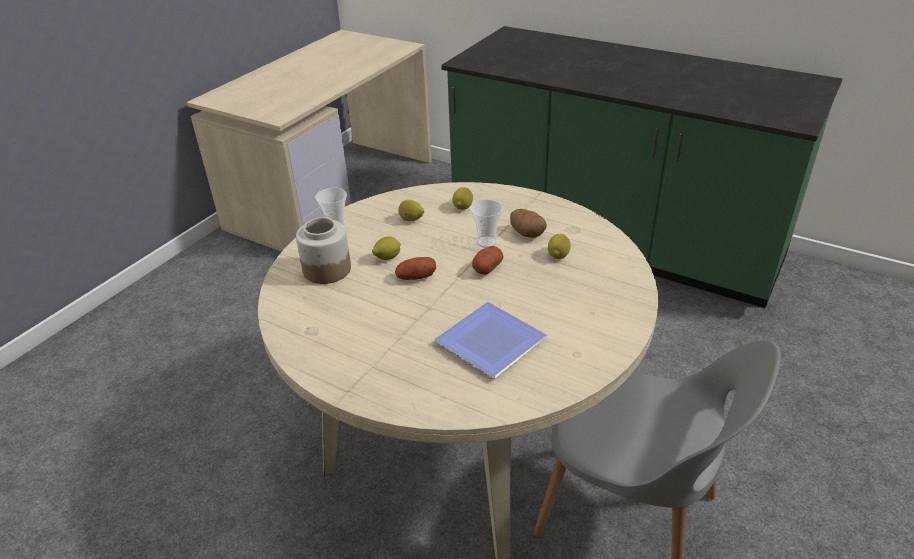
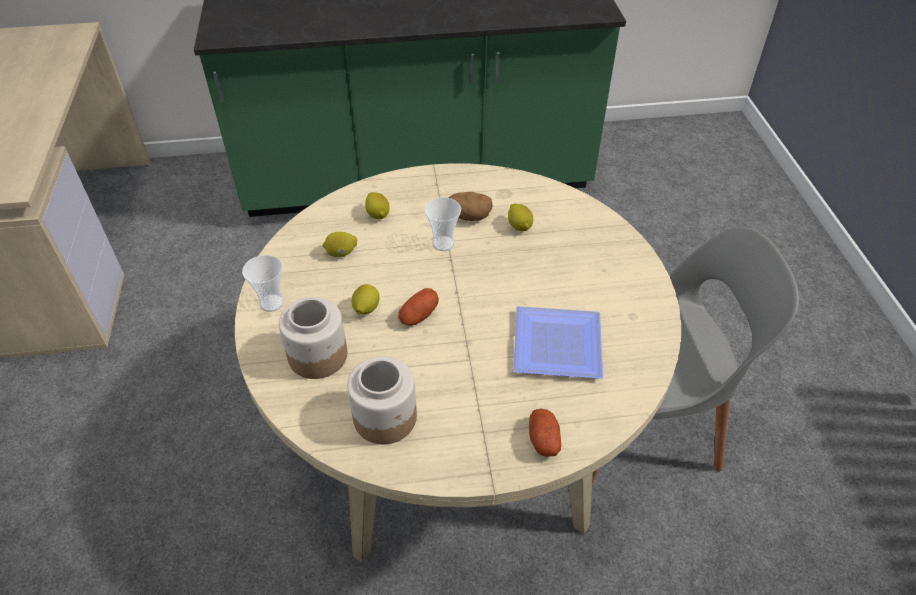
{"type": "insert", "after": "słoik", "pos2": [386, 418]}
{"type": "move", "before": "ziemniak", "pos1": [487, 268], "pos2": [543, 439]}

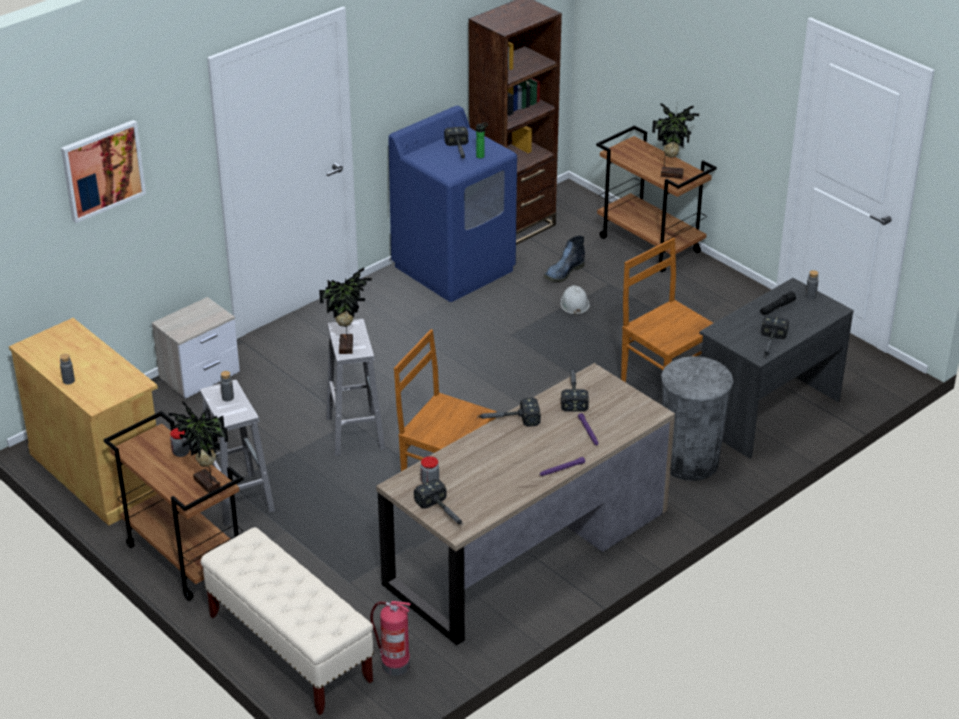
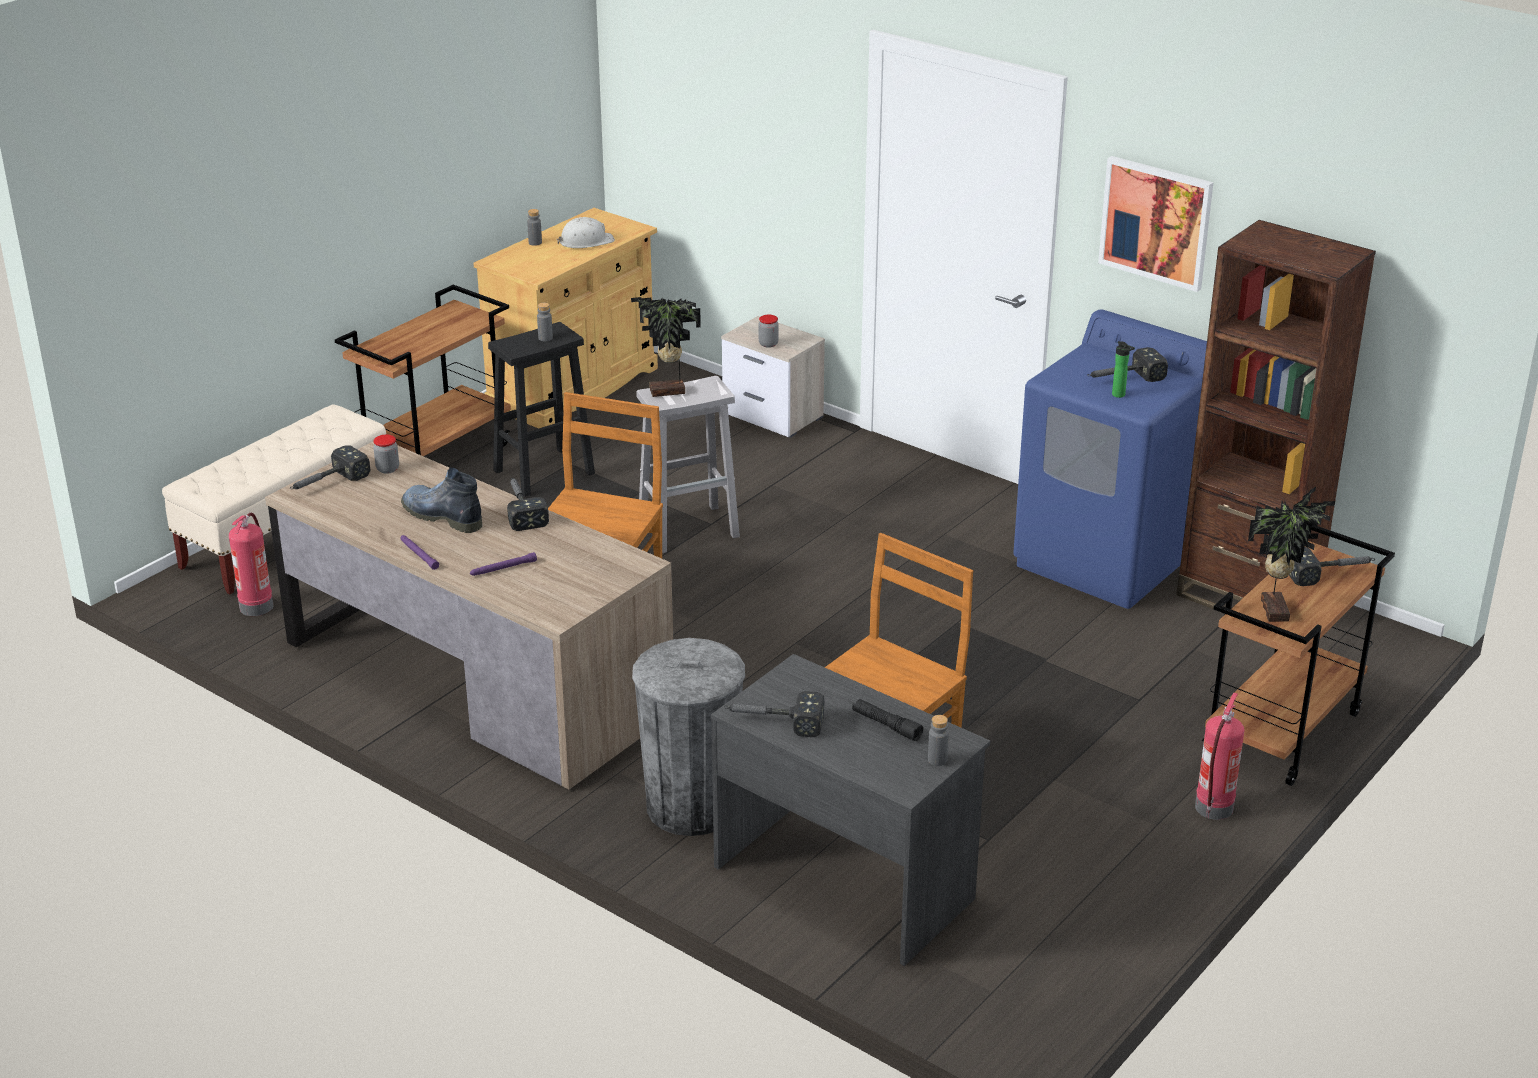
{"type": "delete", "before": "roślina doniczkowa", "pos1": [205, 484]}
{"type": "insert", "after": "gaśnica", "pos2": [1214, 809]}
{"type": "move", "before": "obraz", "pos1": [102, 170], "pos2": [1156, 222]}
{"type": "move", "before": "słoik", "pos1": [181, 452], "pos2": [768, 344]}
{"type": "move", "before": "but z cholewką", "pos1": [563, 273], "pos2": [441, 516]}
{"type": "move", "before": "kask (biały)", "pos1": [574, 303], "pos2": [586, 241]}
{"type": "move", "before": "młotek", "pos1": [573, 393], "pos2": [1331, 573]}
{"type": "recolor", "before": "stołek (biały)", "after": "stołek (czarny)", "pos1": [238, 498], "pos2": [545, 471]}

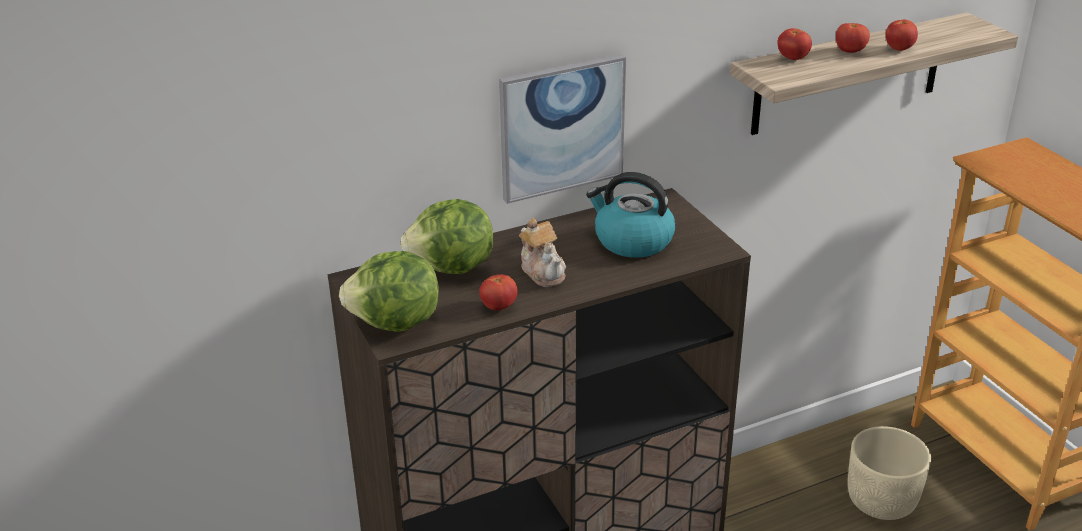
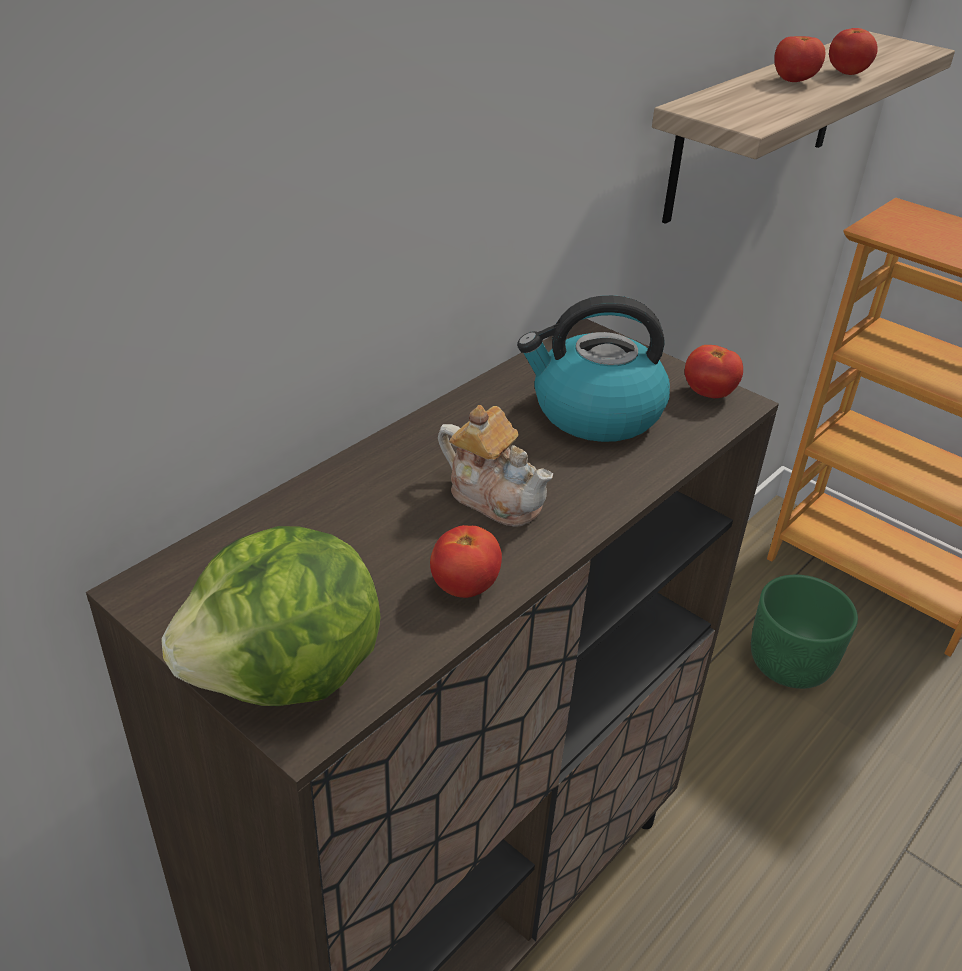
{"type": "delete", "before": "sałata", "pos1": [452, 268]}
{"type": "delete", "before": "obraz", "pos1": [561, 127]}
{"type": "move", "before": "pomidor", "pos1": [793, 58], "pos2": [709, 393]}
{"type": "recolor", "before": "donica (beżowy)", "after": "donica (zielony)", "pos1": [881, 501], "pos2": [790, 664]}

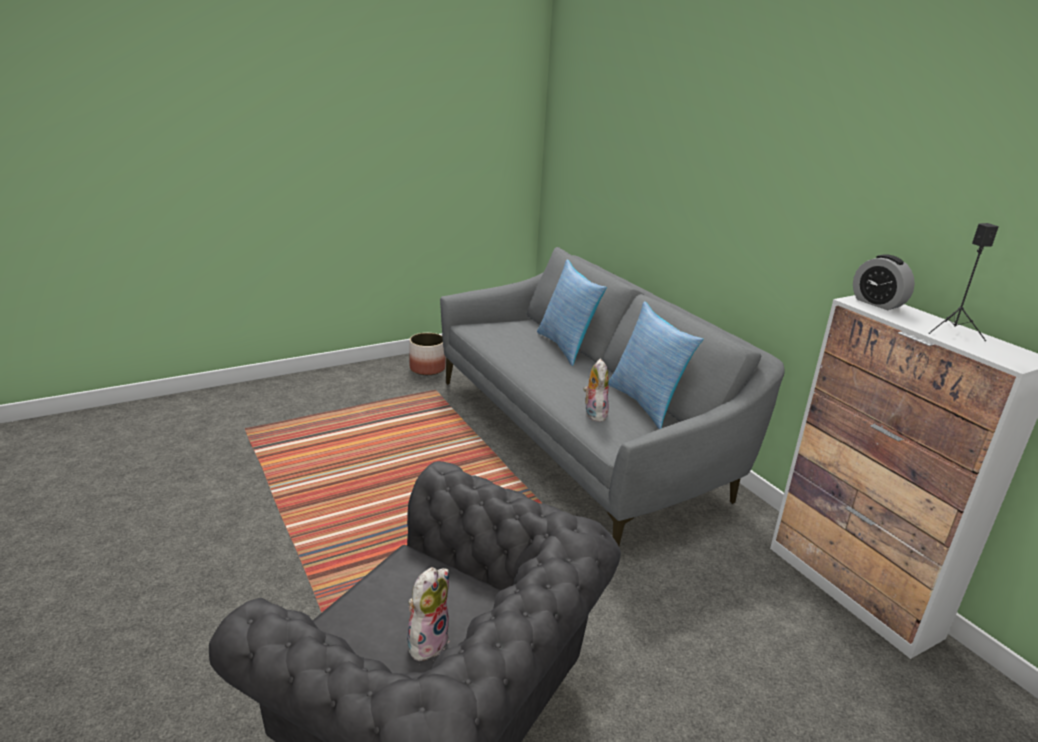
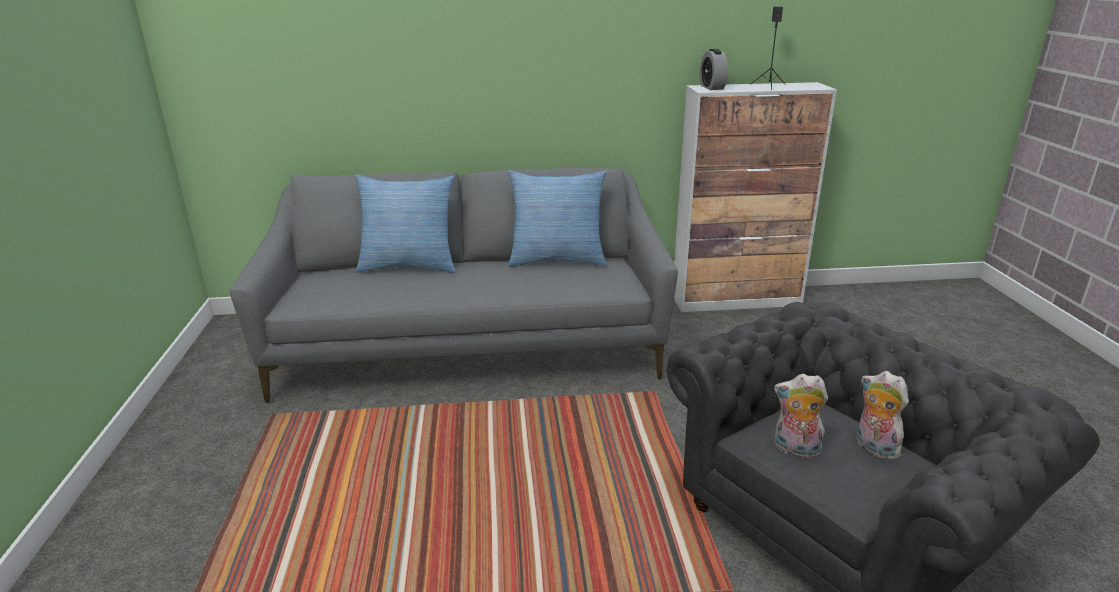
{"type": "delete", "before": "donica", "pos1": [428, 368]}
{"type": "move", "before": "pluszak", "pos1": [593, 413], "pos2": [795, 450]}
{"type": "rotate", "before": "budzik", "pos1": [877, 303], "pos2": [712, 87], "turn": 90}

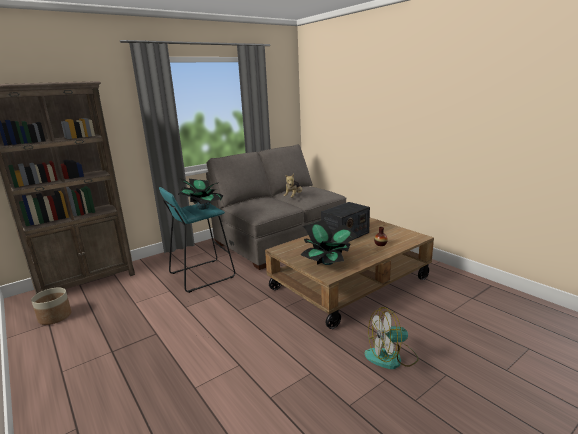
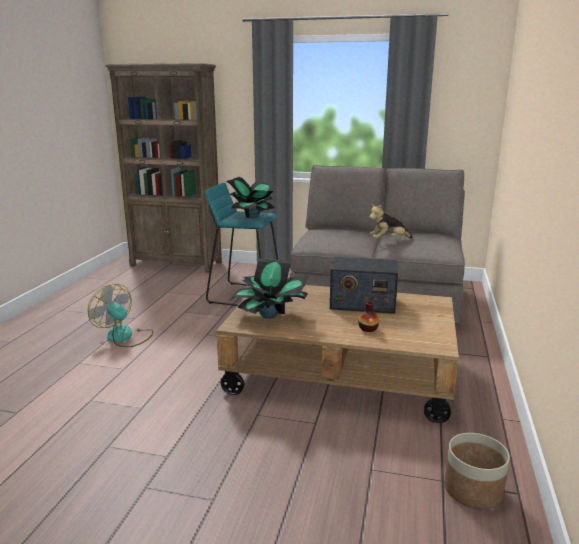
{"type": "move", "before": "donica", "pos1": [55, 317], "pos2": [472, 490]}
{"type": "move", "before": "wentylator", "pos1": [391, 357], "pos2": [124, 337]}

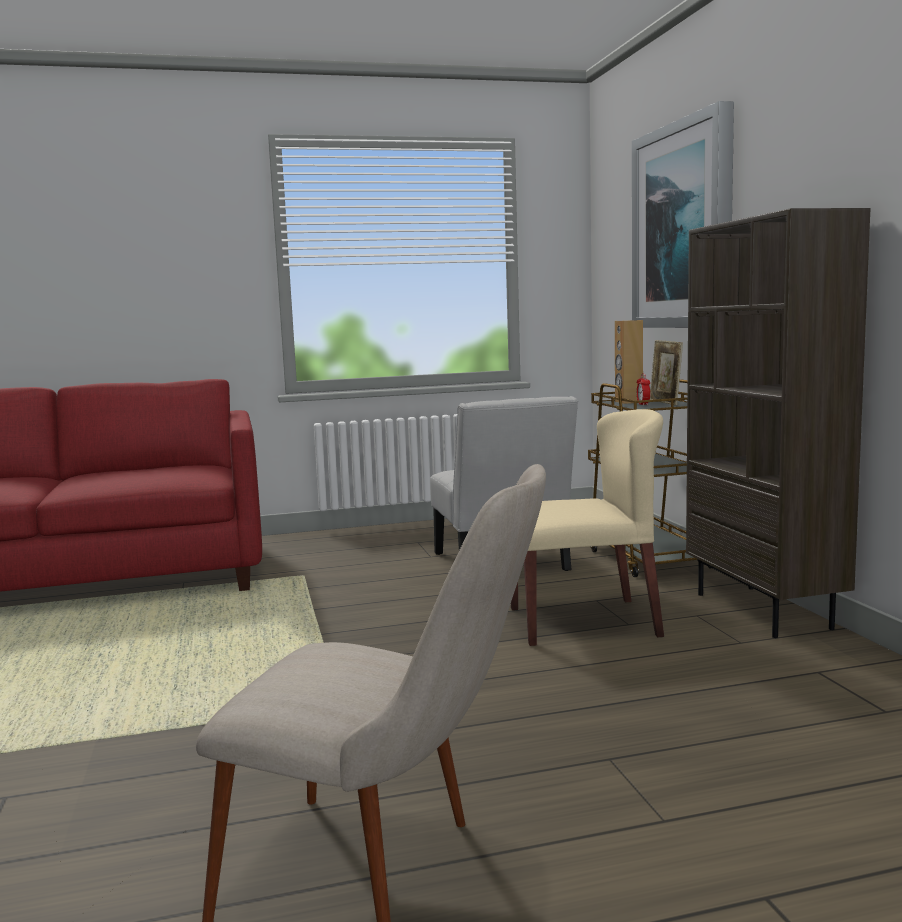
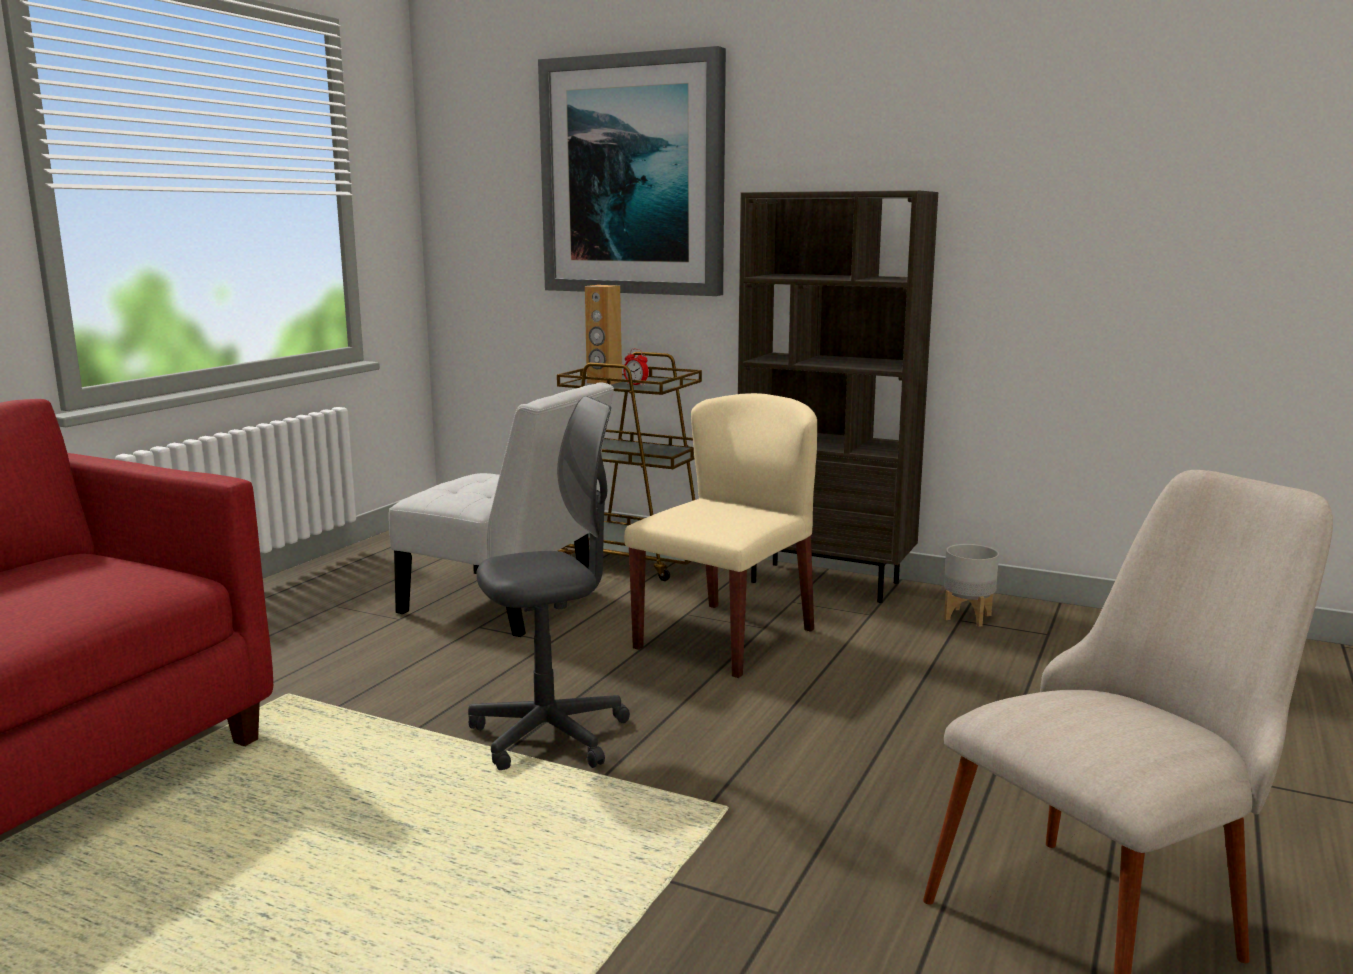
{"type": "delete", "before": "ramka na zdjęcie", "pos1": [665, 403]}
{"type": "insert", "after": "krzesło biurowe (szary)", "pos2": [549, 736]}
{"type": "insert", "after": "donica (szary)", "pos2": [967, 617]}

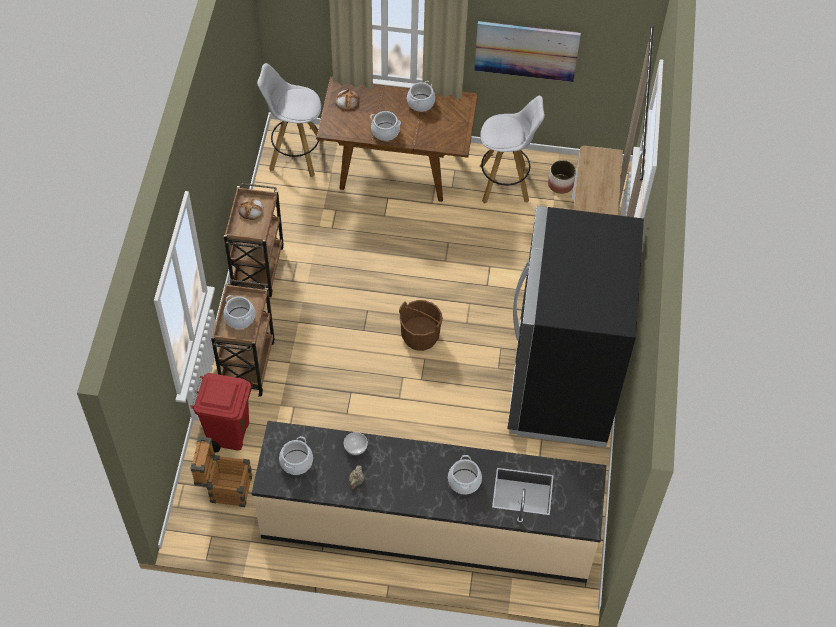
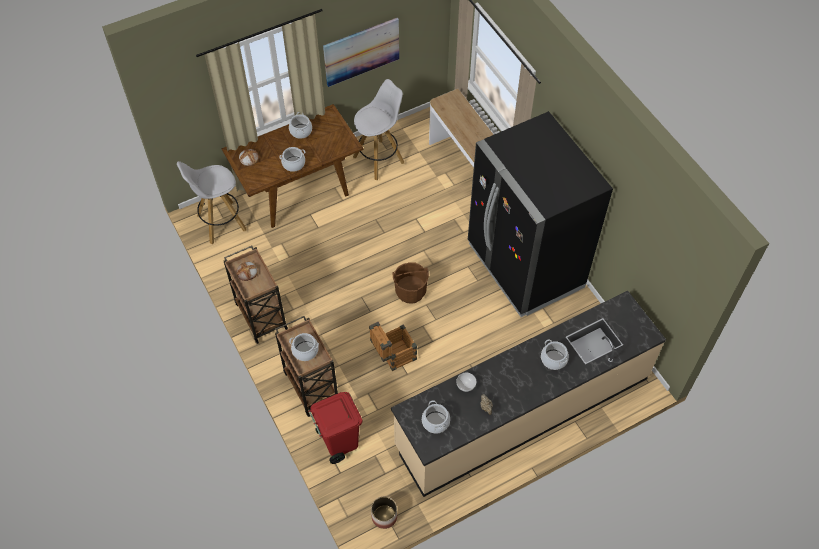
{"type": "move", "before": "skrzynka", "pos1": [225, 487], "pos2": [393, 356]}
{"type": "move", "before": "donica", "pos1": [560, 184], "pos2": [384, 516]}

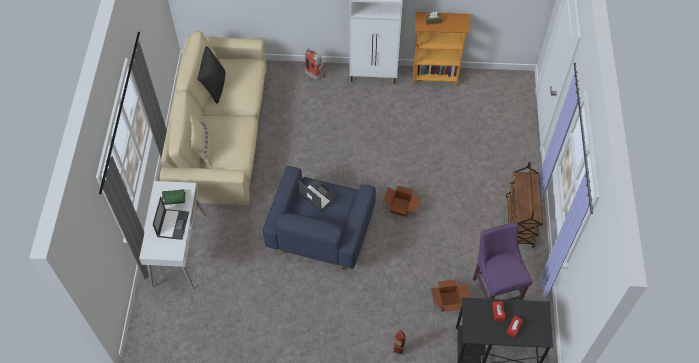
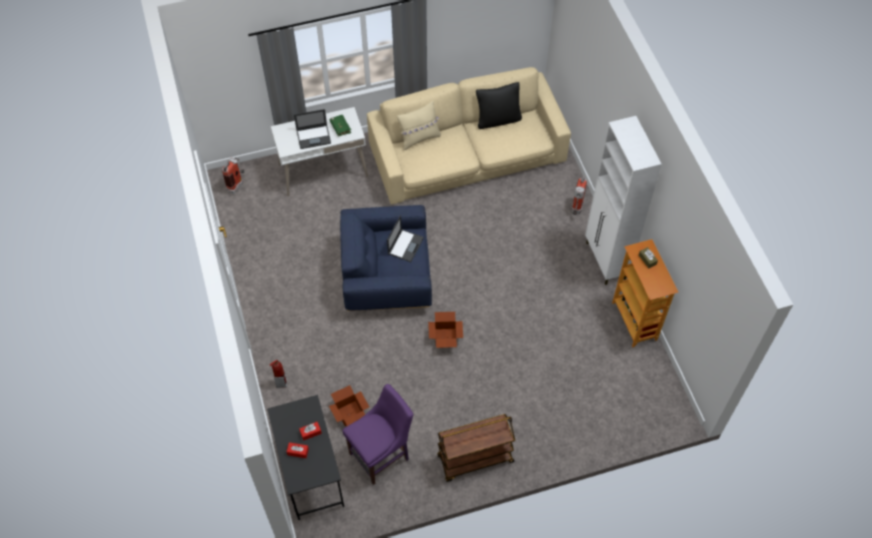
{"type": "insert", "after": "gaśnica", "pos2": [237, 184]}

